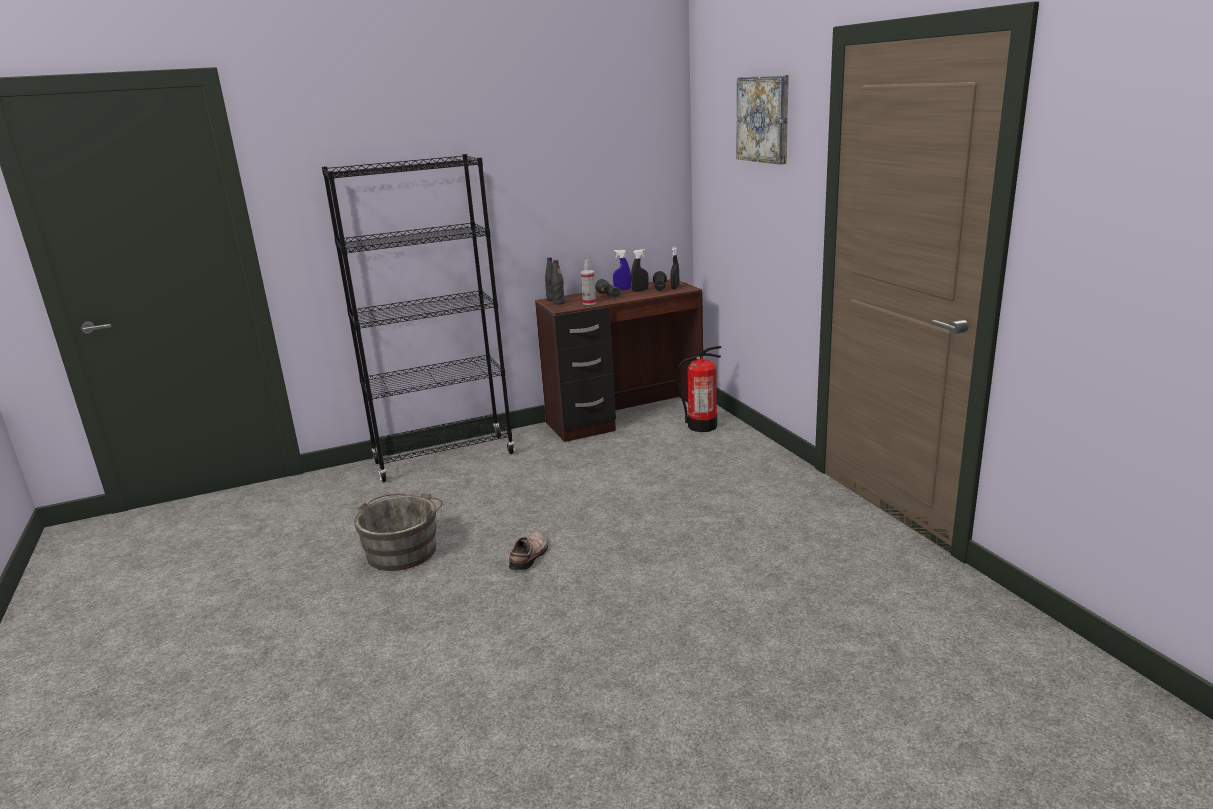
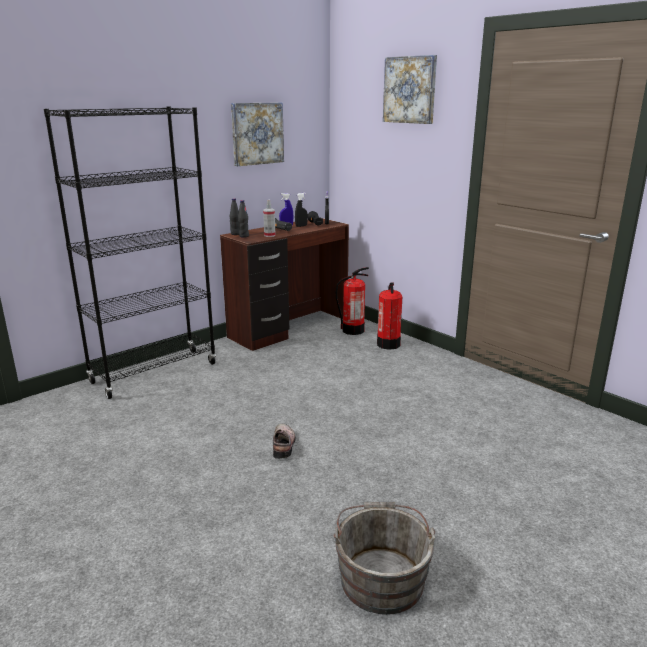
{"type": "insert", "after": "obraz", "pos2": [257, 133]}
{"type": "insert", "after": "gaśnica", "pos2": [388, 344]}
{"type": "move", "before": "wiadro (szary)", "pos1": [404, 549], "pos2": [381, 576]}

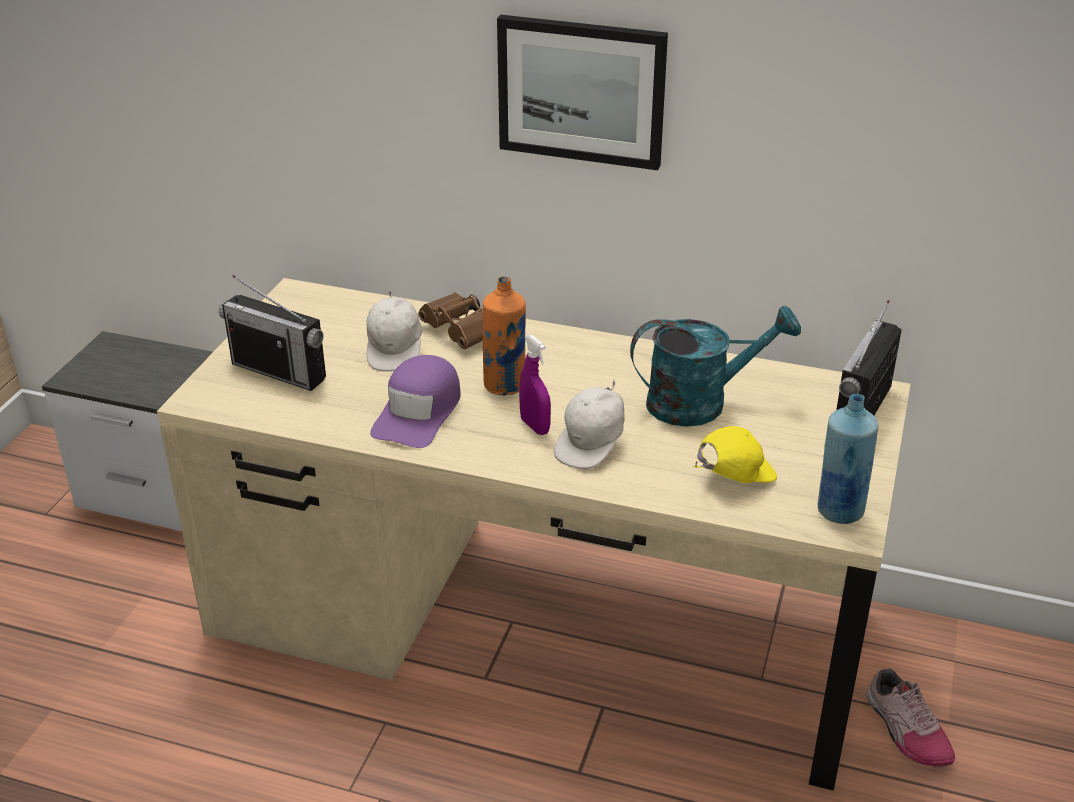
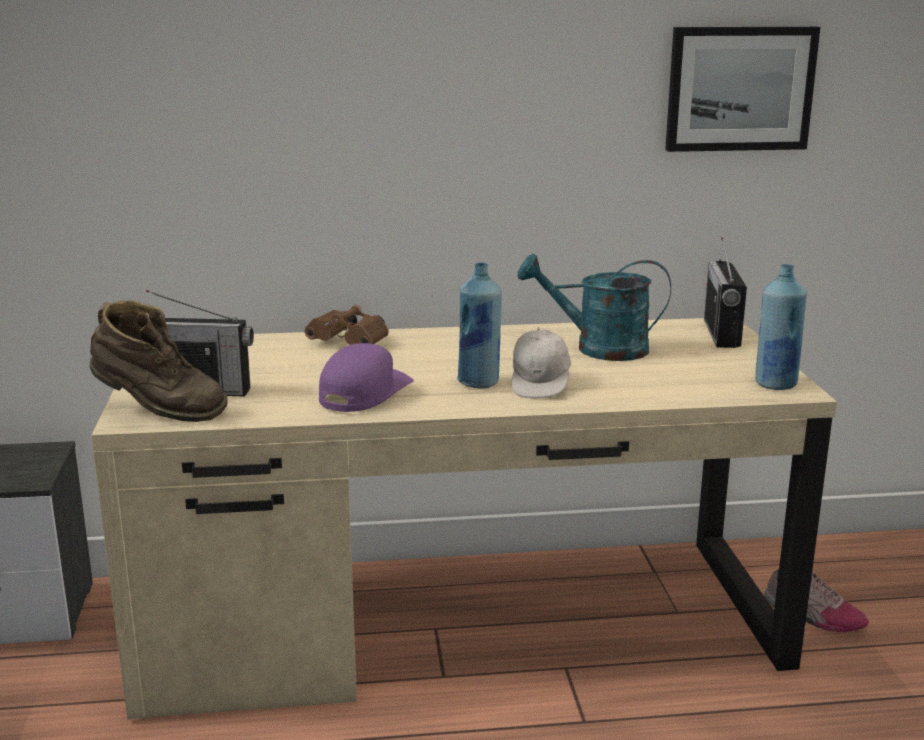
{"type": "delete", "before": "czapka z daszkiem (biały)", "pos1": [395, 350]}
{"type": "delete", "before": "butelka (pomarańczowy)", "pos1": [505, 386]}
{"type": "delete", "before": "czapka z daszkiem (żółty)", "pos1": [732, 477]}
{"type": "insert", "after": "but z cholewką (brązowy)", "pos2": [158, 412]}
{"type": "move", "before": "obraz", "pos1": [581, 91], "pos2": [739, 89]}
{"type": "replace", "before": "spryskiwacz (fioletowy)", "after": "butelka (niebieski)", "pos1": [535, 426], "pos2": [479, 382]}
{"type": "rotate", "before": "czapka z daszkiem (fioletowy)", "pos1": [418, 412], "pos2": [364, 392], "turn": -150}
{"type": "rotate", "before": "konewka (turkusowy)", "pos1": [701, 402], "pos2": [598, 349], "turn": -135}

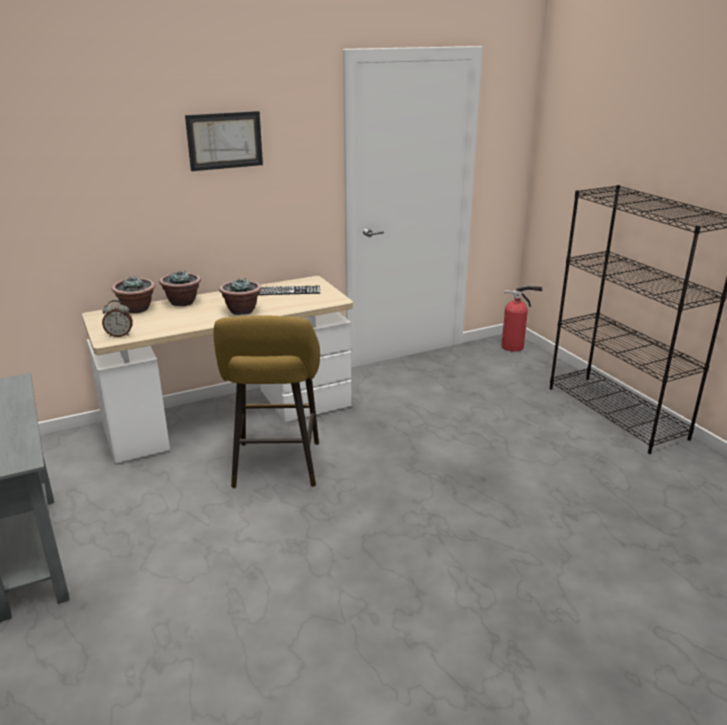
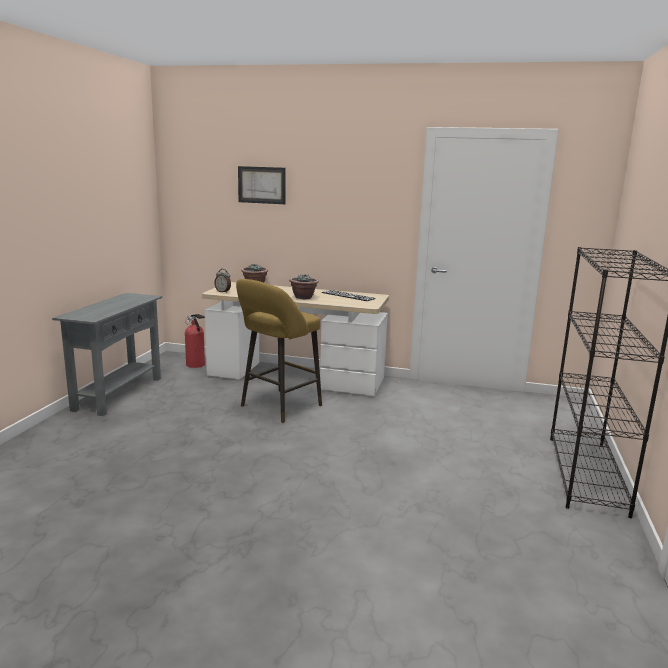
{"type": "delete", "before": "roślina doniczkowa", "pos1": [182, 302]}
{"type": "move", "before": "obraz", "pos1": [224, 140], "pos2": [262, 185]}
{"type": "move", "before": "gaśnica", "pos1": [515, 347], "pos2": [196, 365]}

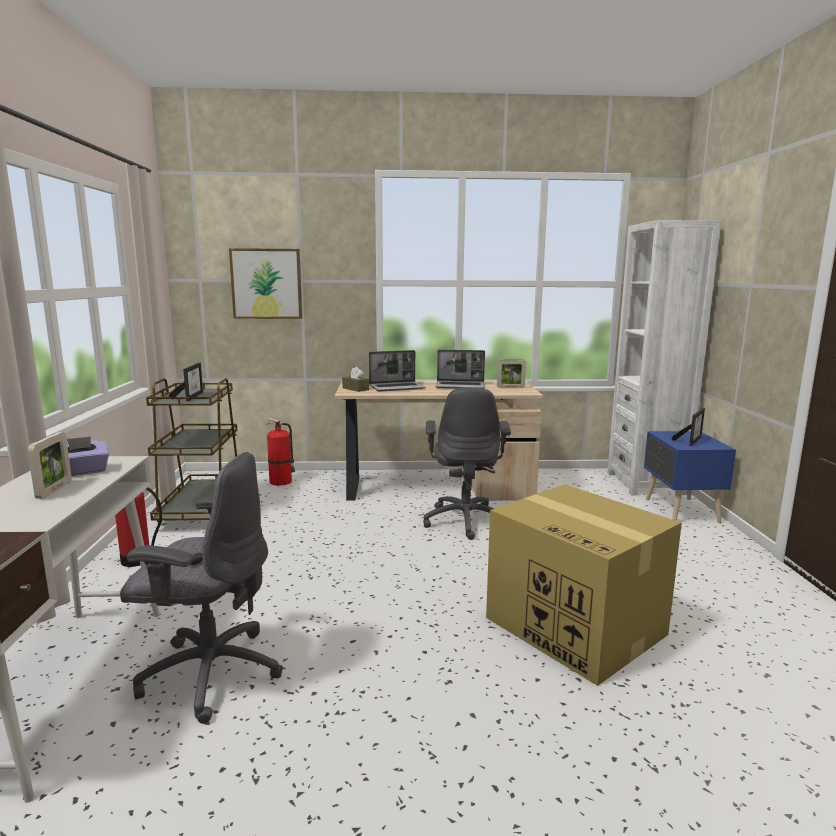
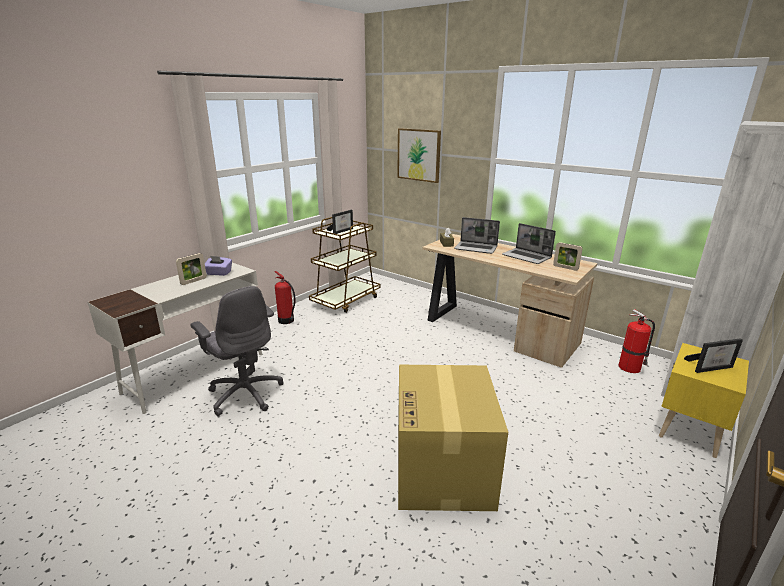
{"type": "delete", "before": "krzesło biurowe (szary)", "pos1": [465, 520]}
{"type": "move", "before": "gaśnica", "pos1": [282, 481], "pos2": [630, 368]}
{"type": "recolor", "before": "szafka nocna (niebieski)", "after": "szafka nocna (żółty)", "pos1": [680, 511], "pos2": [688, 429]}

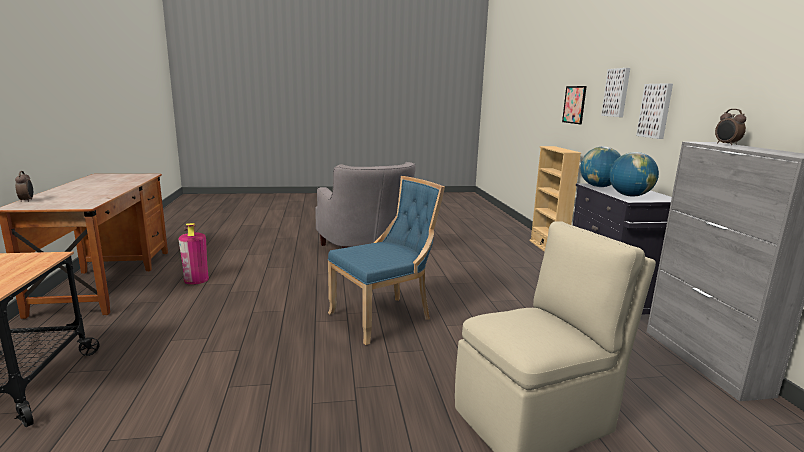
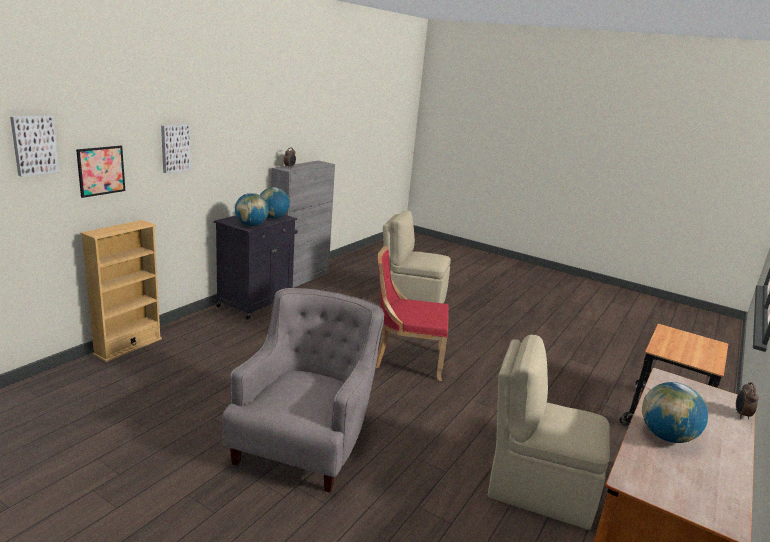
{"type": "insert", "after": "globus", "pos2": [666, 436]}
{"type": "move", "before": "obraz", "pos1": [656, 111], "pos2": [34, 145]}
{"type": "replace", "before": "gaśnica", "after": "krzesło (beżowy)", "pos1": [196, 280], "pos2": [537, 487]}
{"type": "recolor", "before": "krzesło (niebieski)", "after": "krzesło (czerwony)", "pos1": [384, 317], "pos2": [406, 360]}

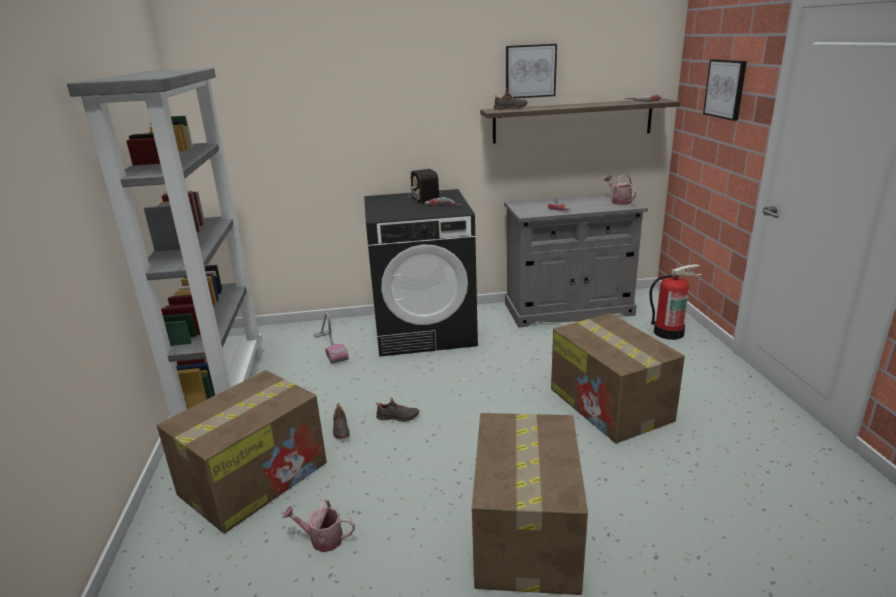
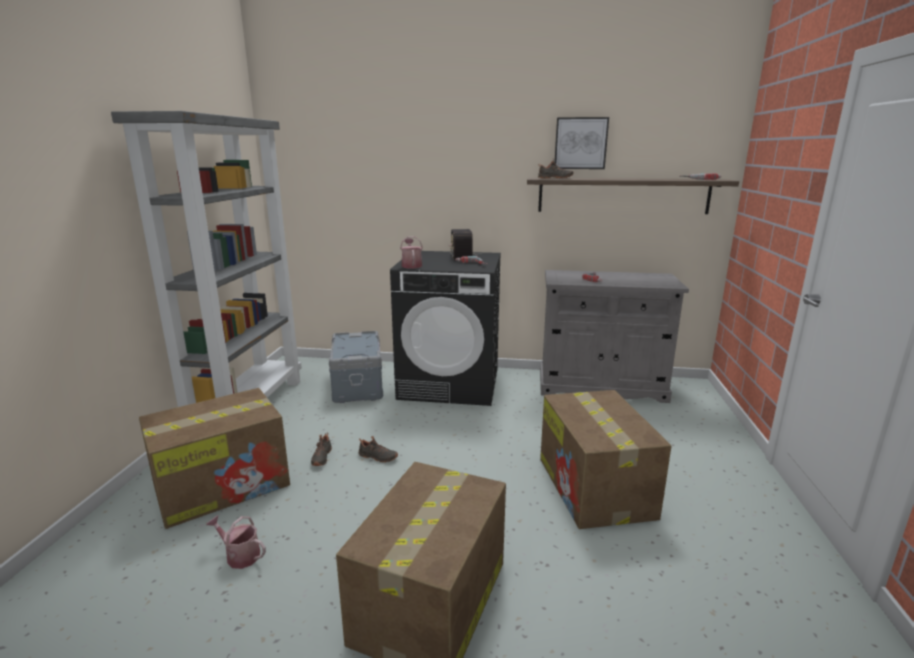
{"type": "delete", "before": "gaśnica", "pos1": [668, 332]}
{"type": "delete", "before": "obraz", "pos1": [725, 89]}
{"type": "move", "before": "konewka", "pos1": [619, 201], "pos2": [411, 265]}
{"type": "replace", "before": "odkurzacz", "after": "pojemnik do przechowywania (szary)", "pos1": [330, 347], "pos2": [358, 385]}

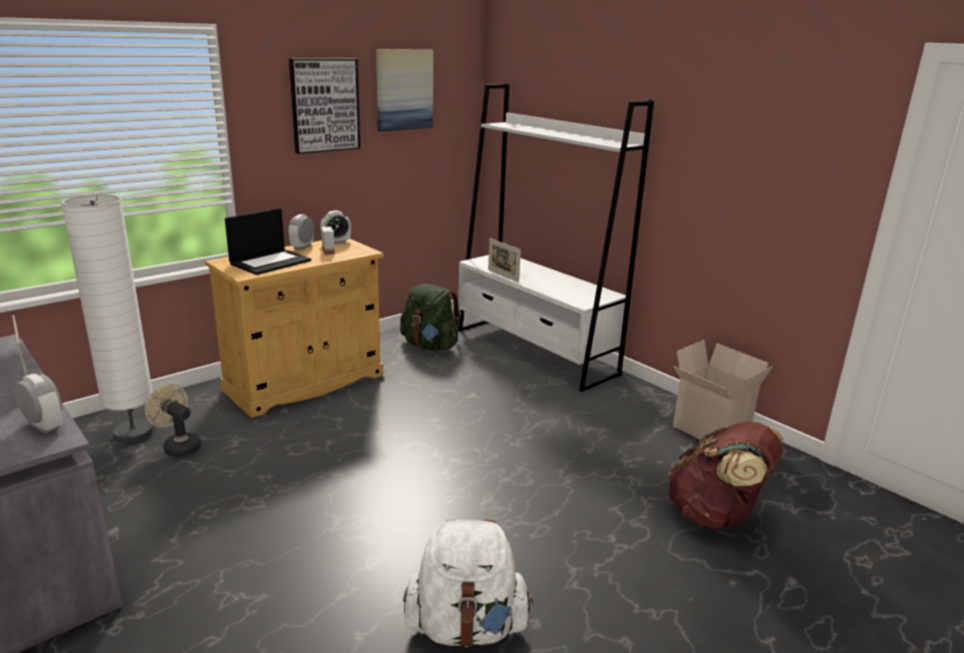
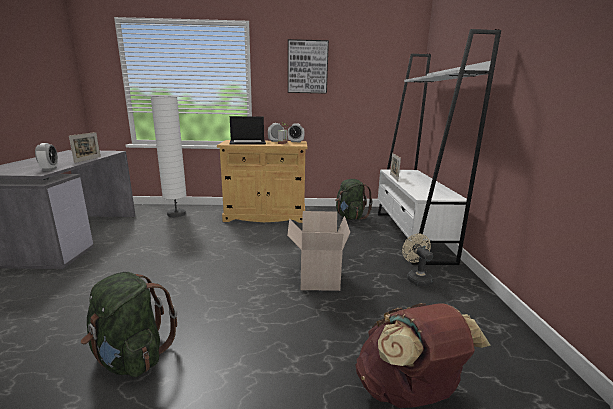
{"type": "delete", "before": "obraz", "pos1": [404, 89]}
{"type": "move", "before": "wentylator (beżowy)", "pos1": [178, 446], "pos2": [416, 278]}
{"type": "move", "before": "karton", "pos1": [708, 430], "pos2": [317, 278]}
{"type": "recolor", "before": "plecak (biały)", "after": "plecak (zielony)", "pos1": [466, 627], "pos2": [132, 357]}

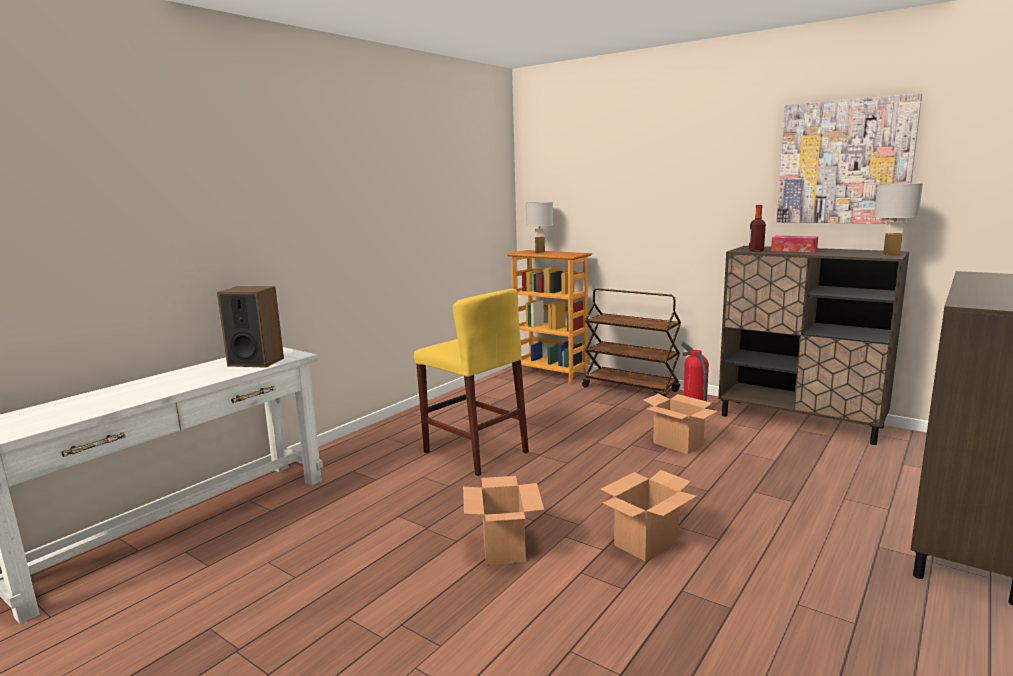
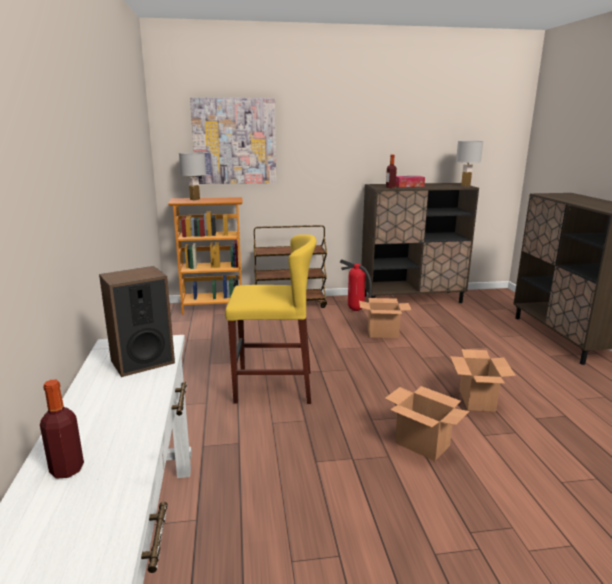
{"type": "insert", "after": "butelka", "pos2": [67, 469]}
{"type": "move", "before": "obraz", "pos1": [844, 162], "pos2": [234, 141]}

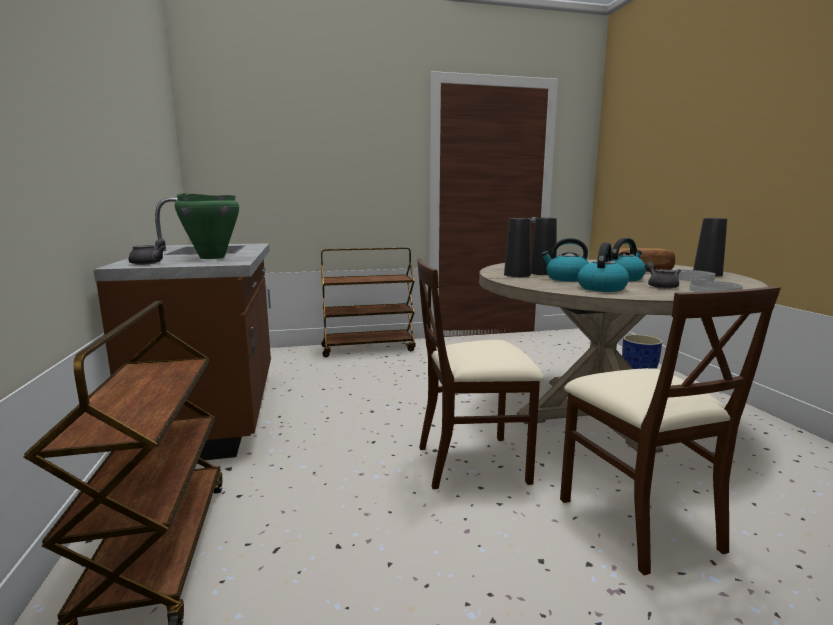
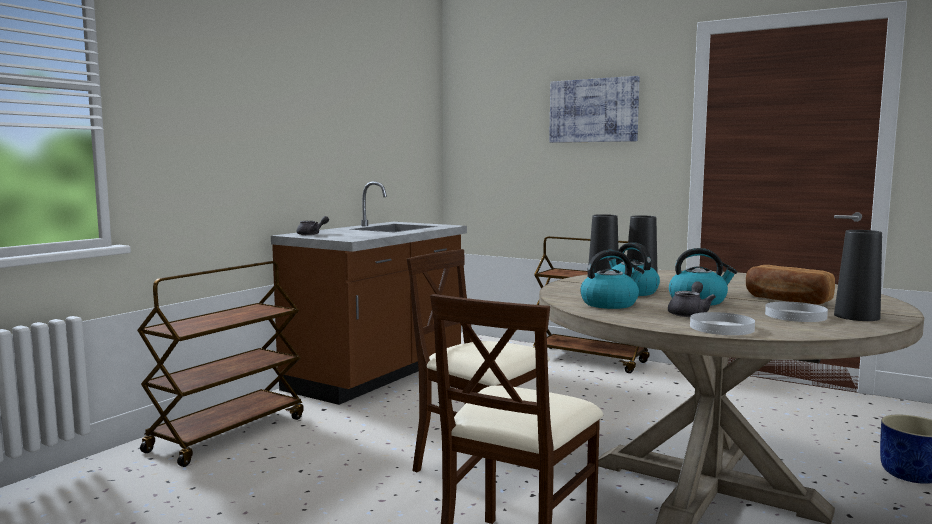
{"type": "delete", "before": "garnek (zielony)", "pos1": [212, 257]}
{"type": "insert", "after": "obraz", "pos2": [593, 110]}

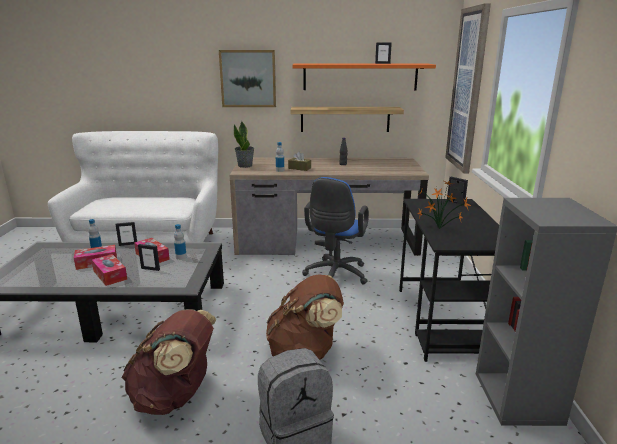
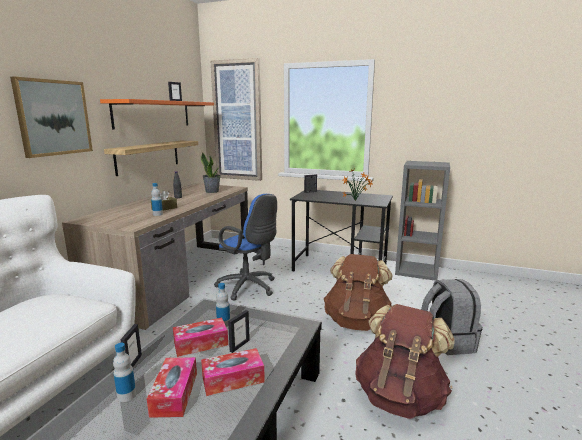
{"type": "move", "before": "roślina doniczkowa", "pos1": [245, 165], "pos2": [212, 191]}

